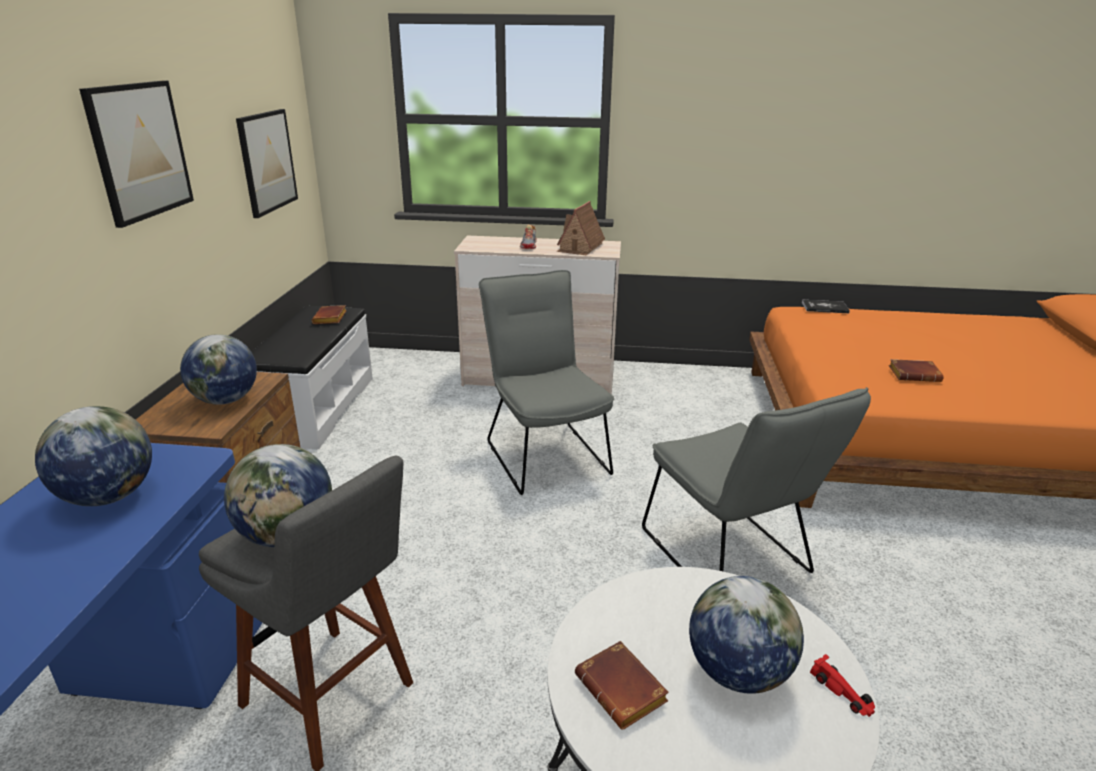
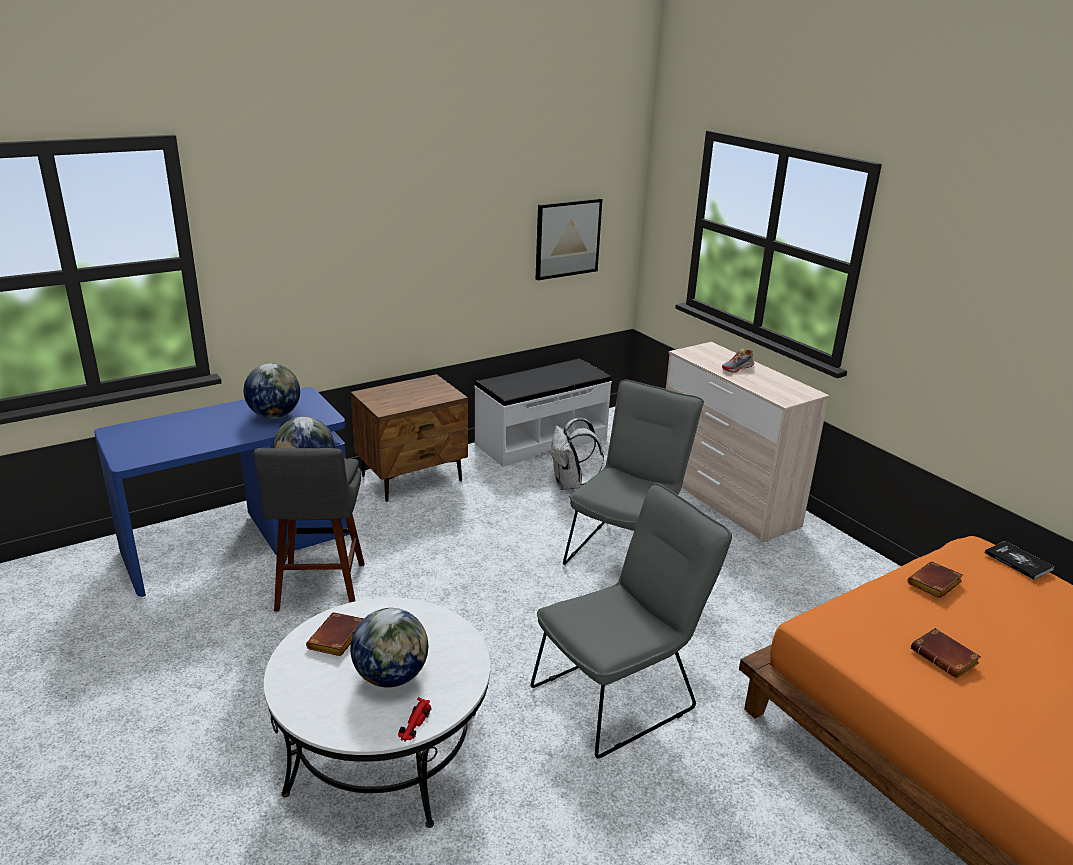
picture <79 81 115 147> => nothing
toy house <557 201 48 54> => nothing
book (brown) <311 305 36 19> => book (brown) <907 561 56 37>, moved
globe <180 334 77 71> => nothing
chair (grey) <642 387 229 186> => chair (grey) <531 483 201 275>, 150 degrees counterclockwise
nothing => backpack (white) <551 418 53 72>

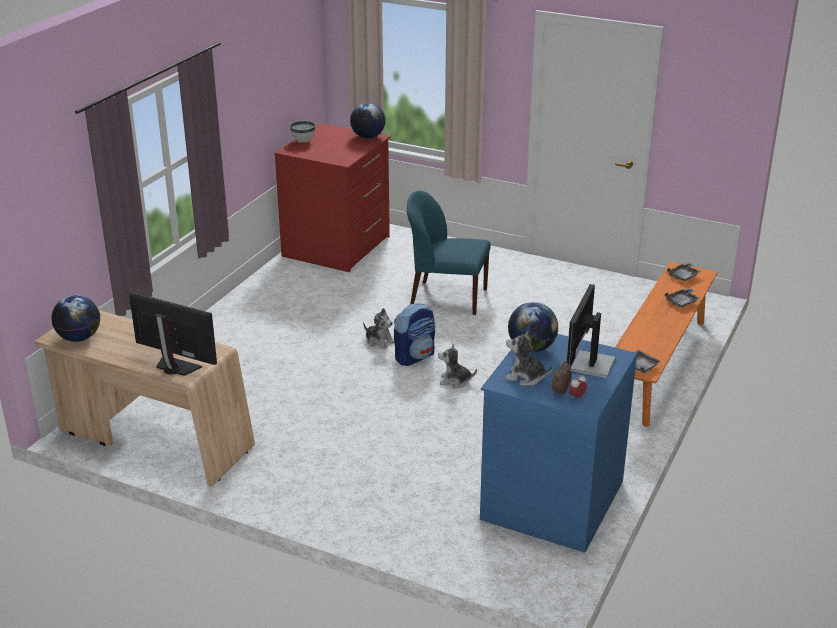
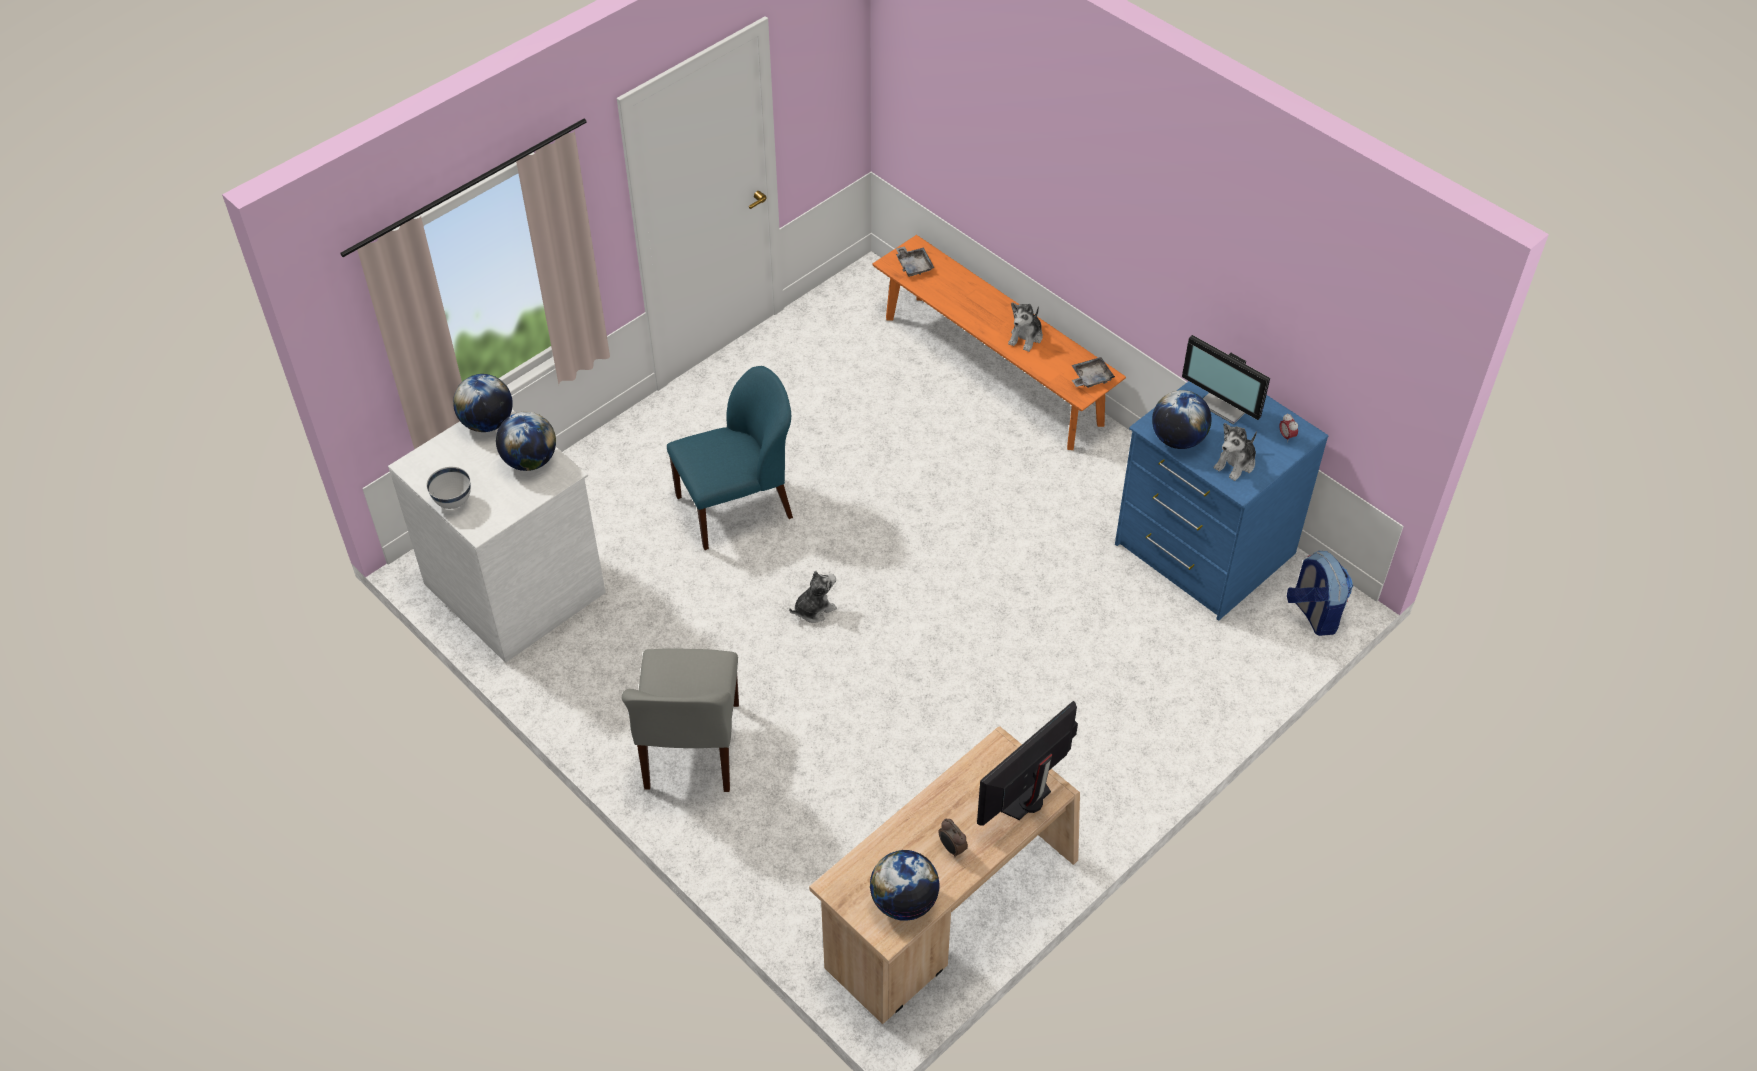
dresser (red) <274 123 116 149> => dresser (white) <388 409 218 254>
chair (blue) <407 191 84 124> => chair (blue) <667 366 126 184>, 150 degrees counterclockwise
tray (grey) <665 288 35 20> => nothing
backpack <394 303 41 63> => backpack <1287 551 66 85>, moved
plush toy <438 344 39 44> => plush toy <1008 303 35 49>, moved
alarm clock <552 361 20 35> => alarm clock <939 819 29 39>, moved
nothing => globe <496 411 60 60>
nothing => chair (grey) <622 648 117 144>

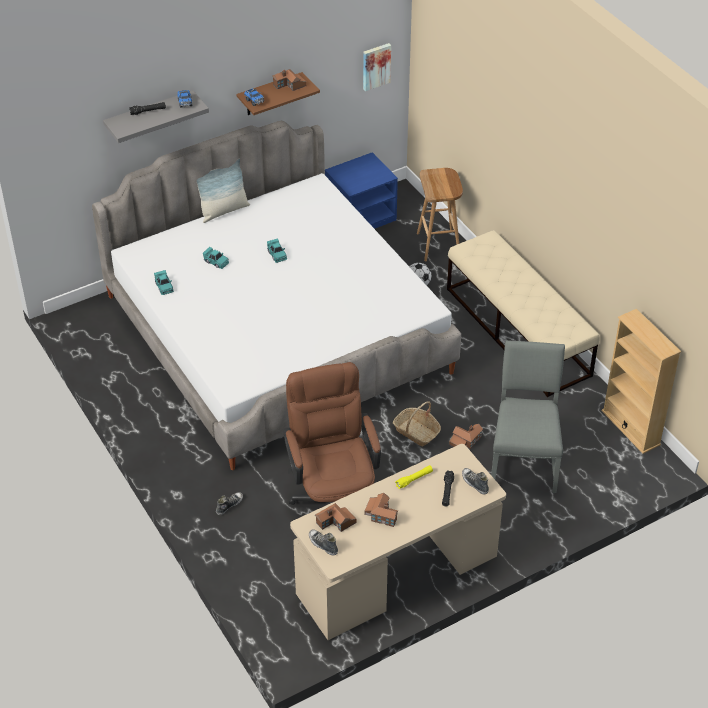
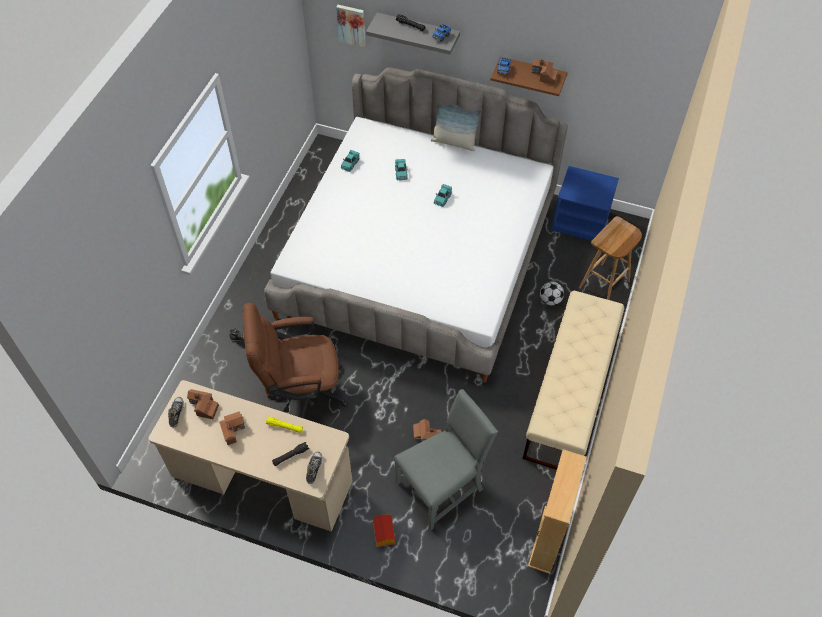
picture <363 43 28 48> => picture <336 5 30 42>, moved
office chair (brown) <283 362 98 143> => office chair (brown) <243 302 105 117>, 135 degrees counterclockwise
basket <393 401 48 45> => nothing
nothing => toy house <373 514 23 33>

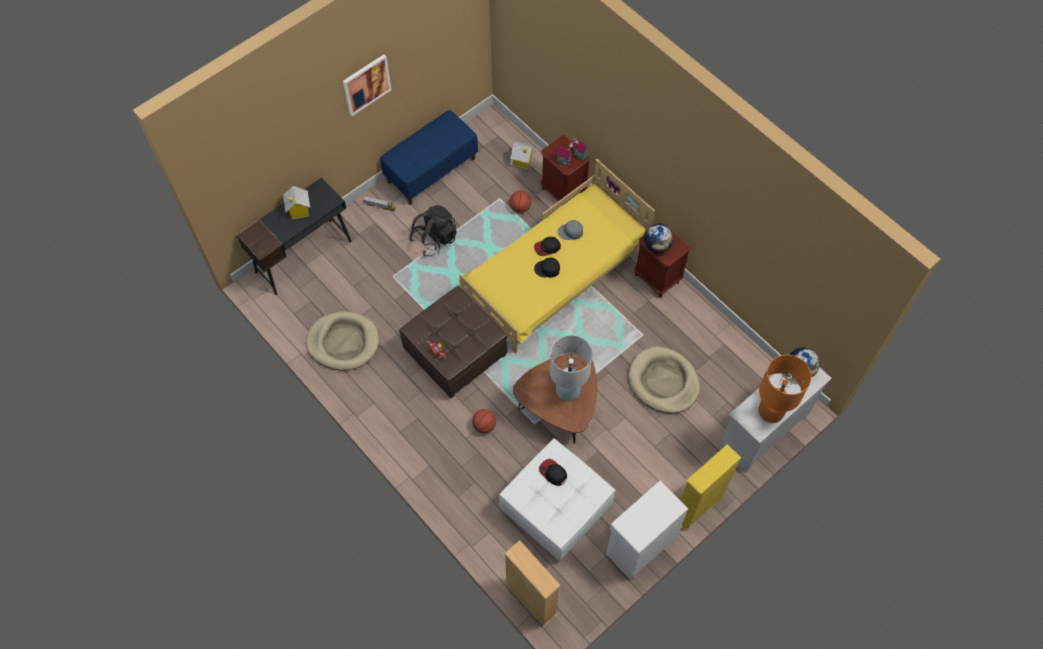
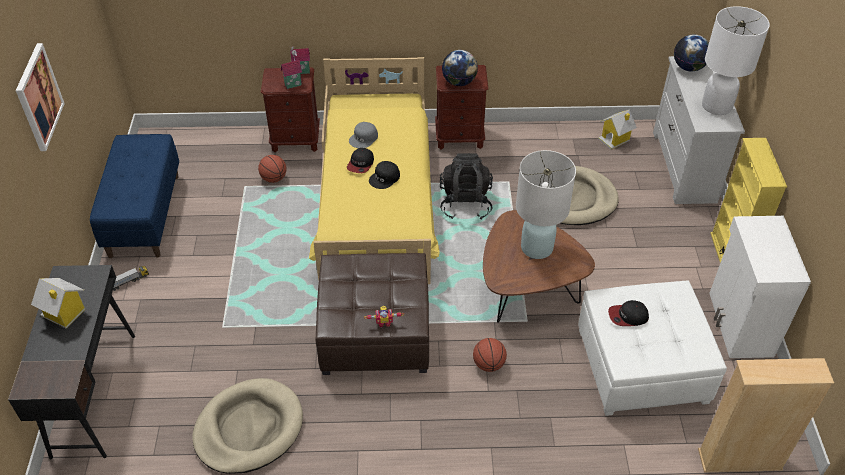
toy house <509 141 26 28> => toy house <598 109 39 41>, moved
backpack (black) <410 205 47 52> => backpack (black) <440 153 53 66>, moved
table lamp (orange) <758 355 54 68> => table lamp (white) <702 6 68 109>

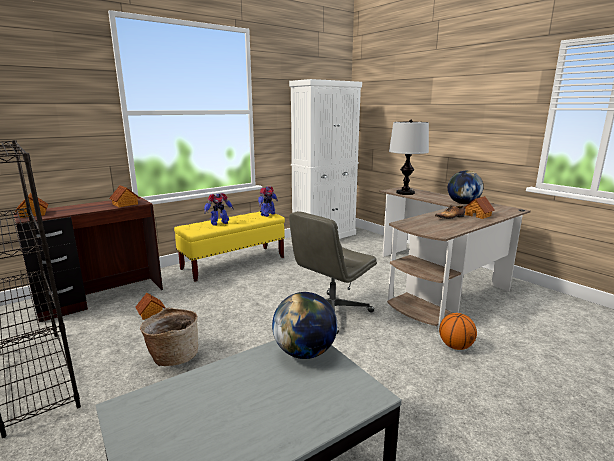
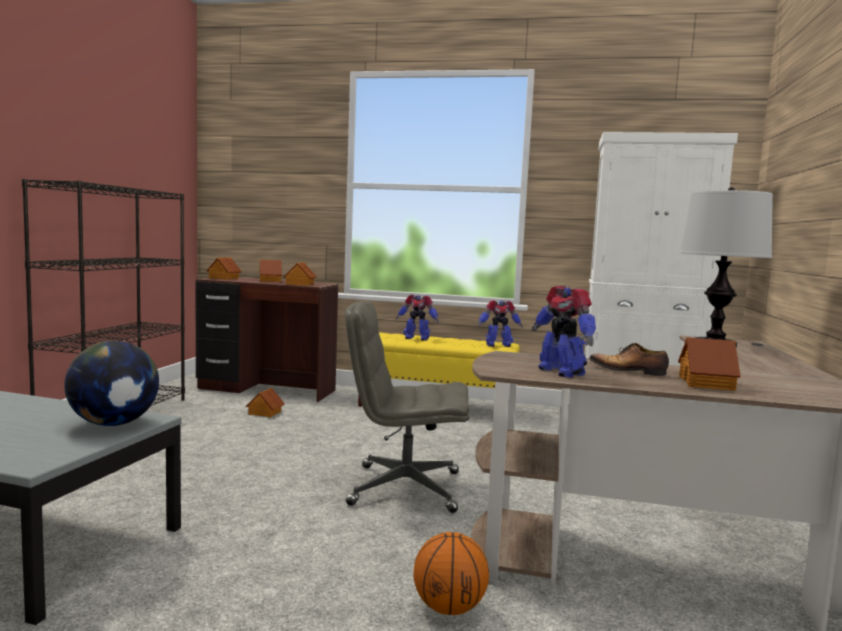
globe <448 171 35 33> => nothing
basket <140 307 58 59> => nothing
nothing => toy house <260 260 22 22>
nothing => toy robot <532 286 64 91>

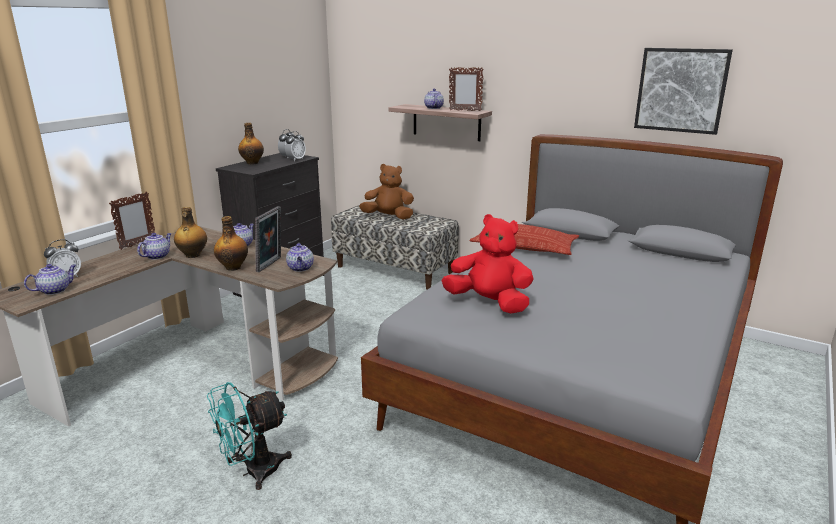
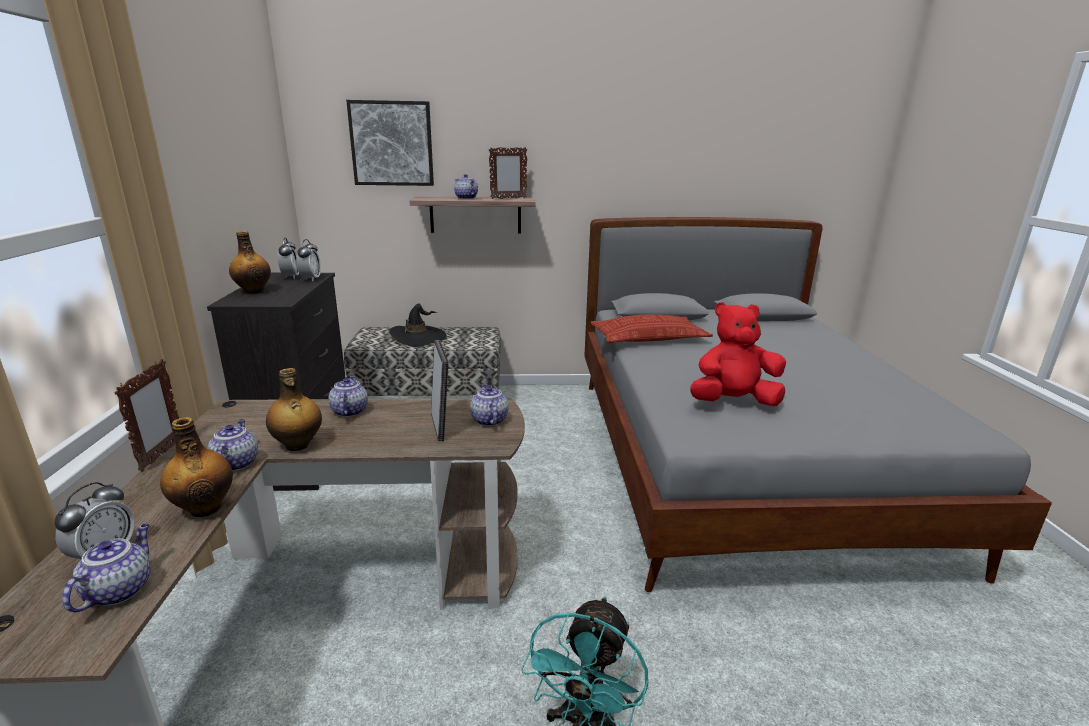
picture <634 48 99 87> => picture <346 100 88 86>, moved
plush toy (brown) <359 164 55 55> => hat (black) <389 303 58 44>
bottle <214 216 34 55> => bottle <160 417 73 100>, moved
teapot <286 243 28 29> => teapot <470 384 39 42>, 150 degrees counterclockwise

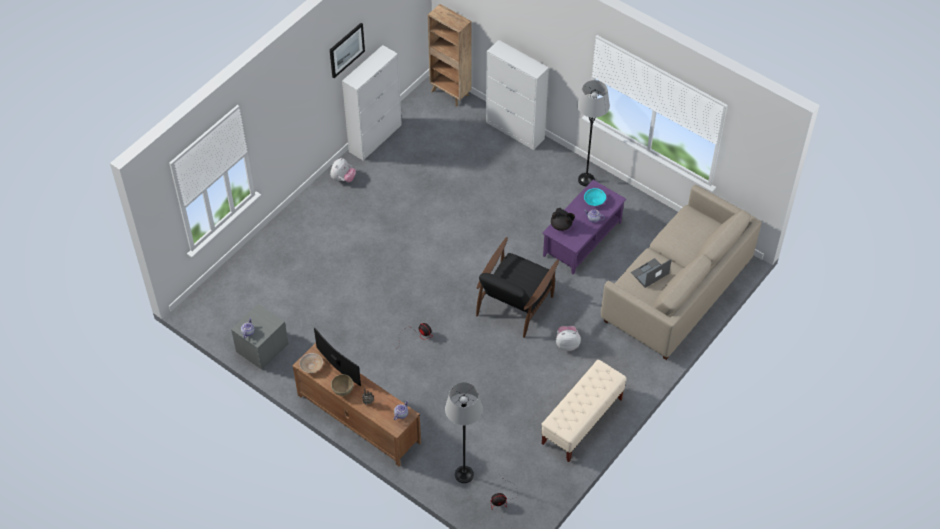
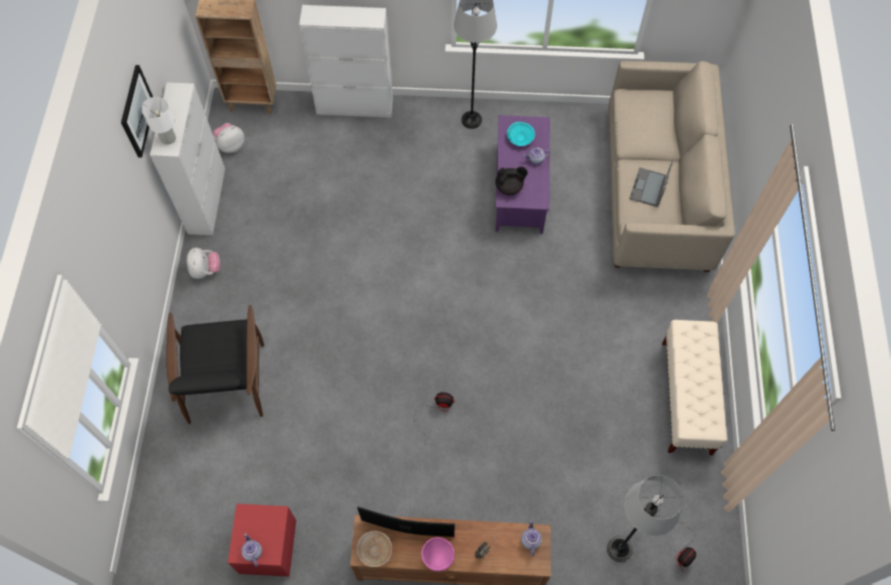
armchair (black) <476 237 83 101> => armchair (black) <166 305 98 119>, moved
nightstand (grey) <231 304 58 66> => nightstand (red) <228 504 68 73>
plush toy <556 326 25 25> => plush toy <213 123 31 30>, moved
bowl (brown) <331 374 23 22> => bowl (pink) <421 537 34 34>
nothing => table lamp (white) <141 97 35 48>

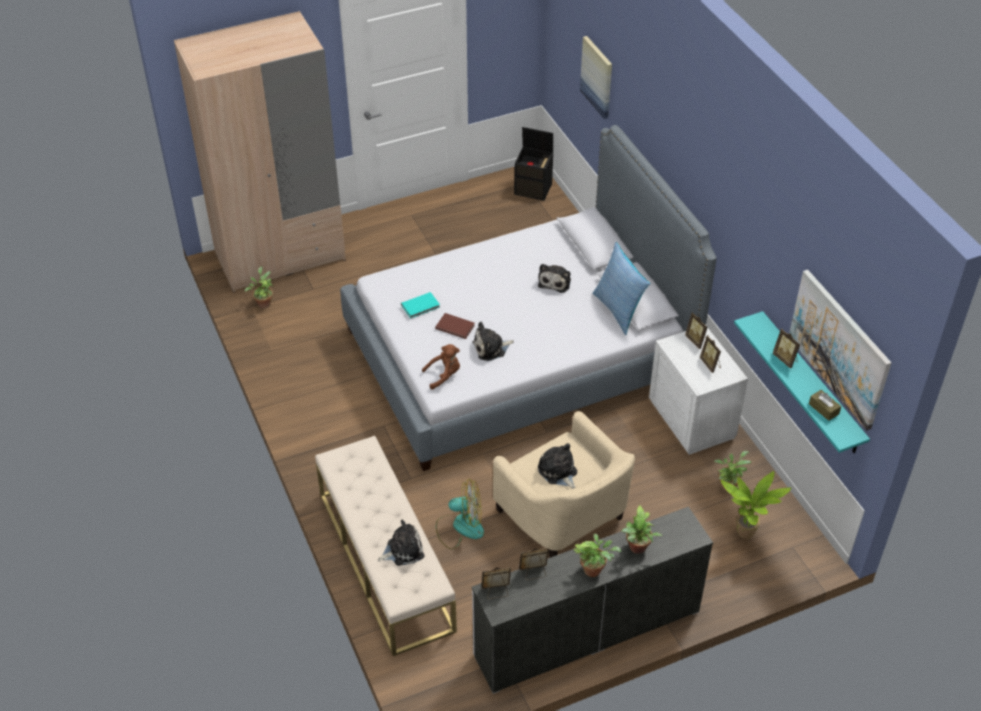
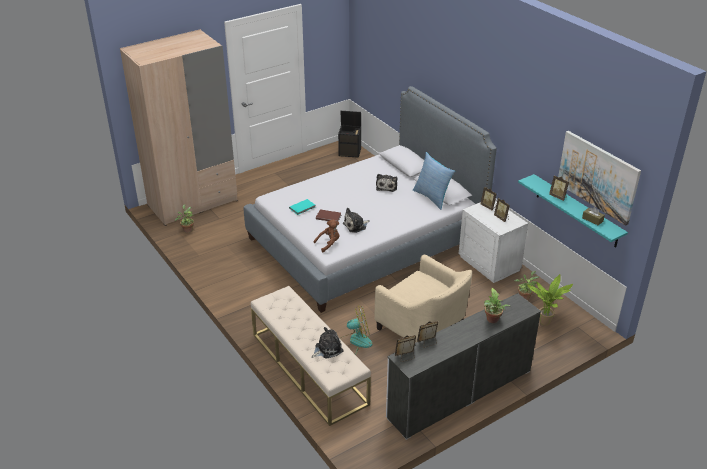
picture <580 36 32 83> => nothing
plush toy <538 443 39 46> => nothing
potted plant <573 534 49 43> => nothing

